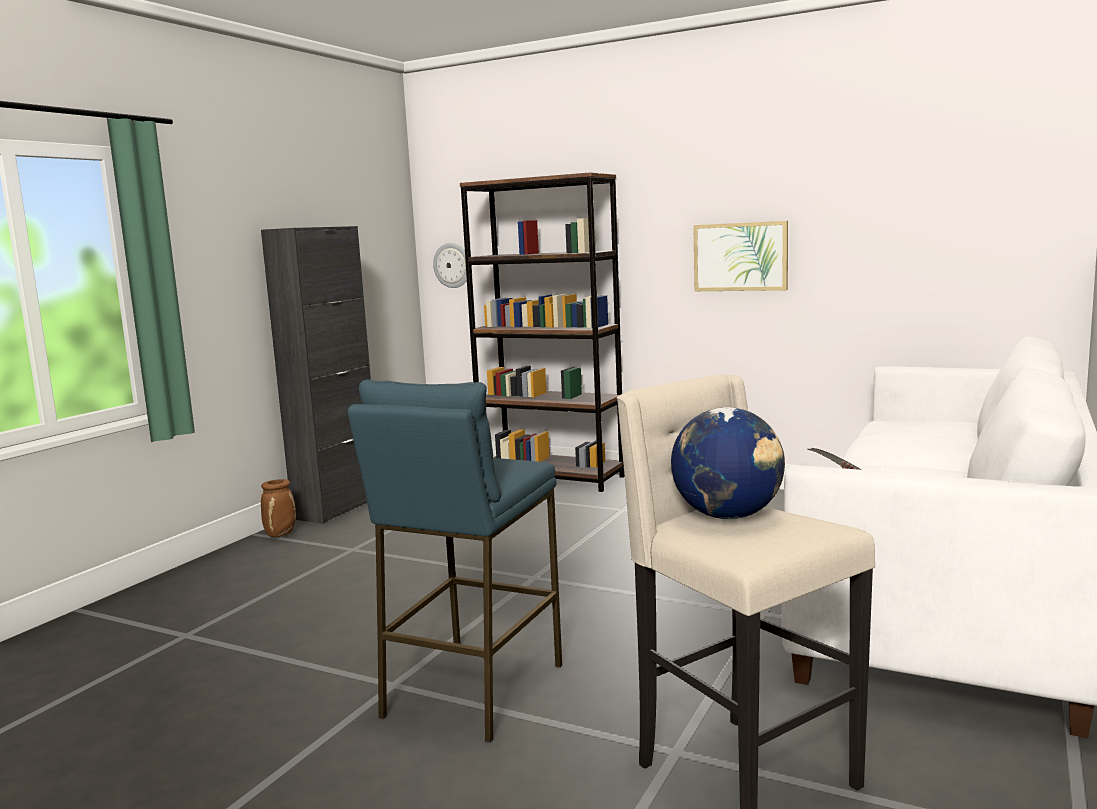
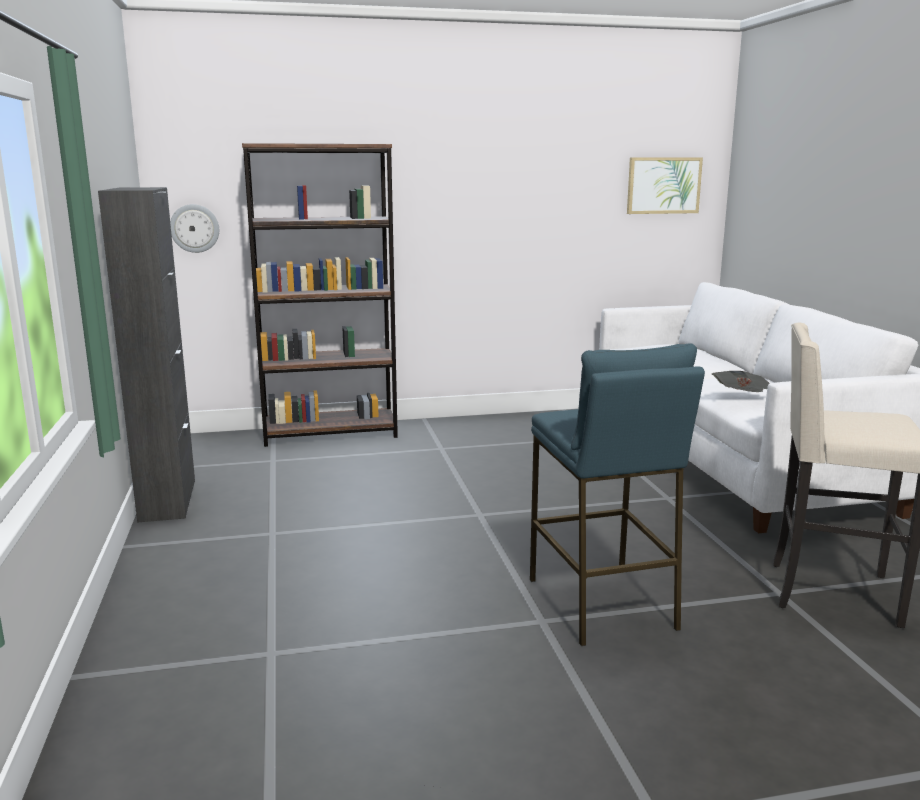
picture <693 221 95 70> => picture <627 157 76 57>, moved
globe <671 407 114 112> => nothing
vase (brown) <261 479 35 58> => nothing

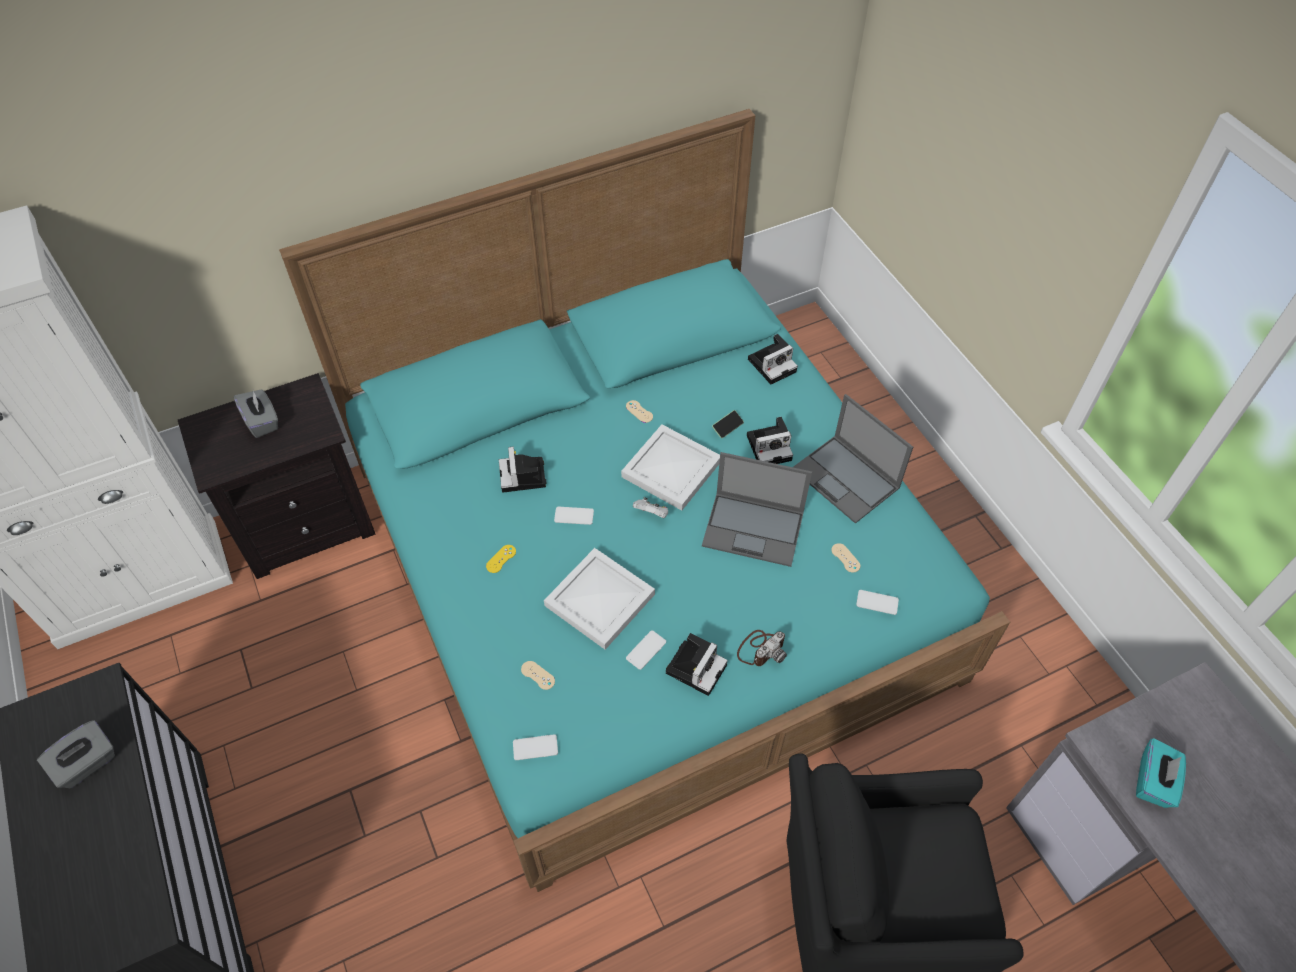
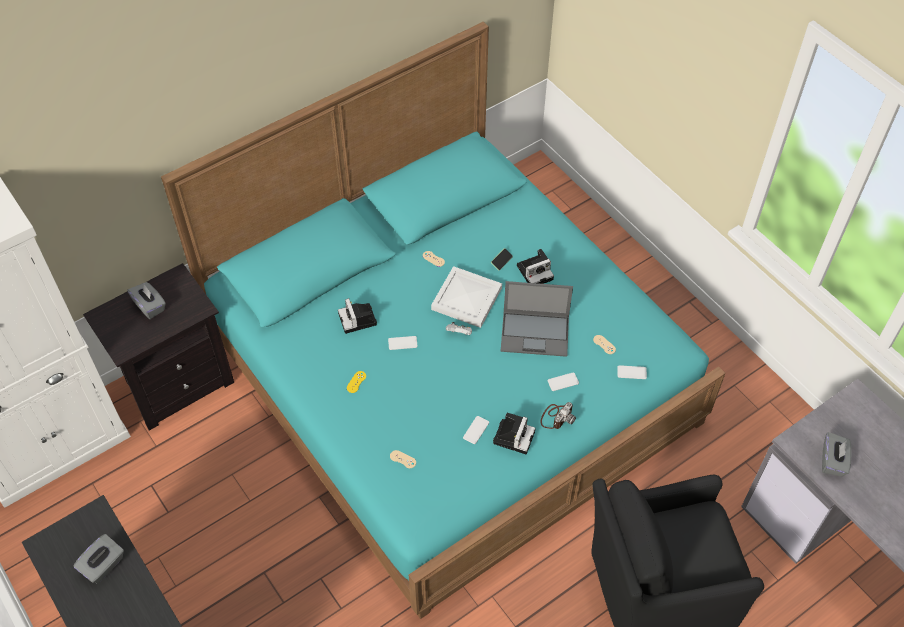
photo camera <748 334 50 51> => nothing
laptop <793 394 120 130> => nothing
tray (white) <544 548 111 102> => nothing
phone <513 734 45 26> => phone <548 372 31 19>, moved
tissue box (turquoise) <1136 738 50 70> => tissue box (grey) <822 432 29 45>

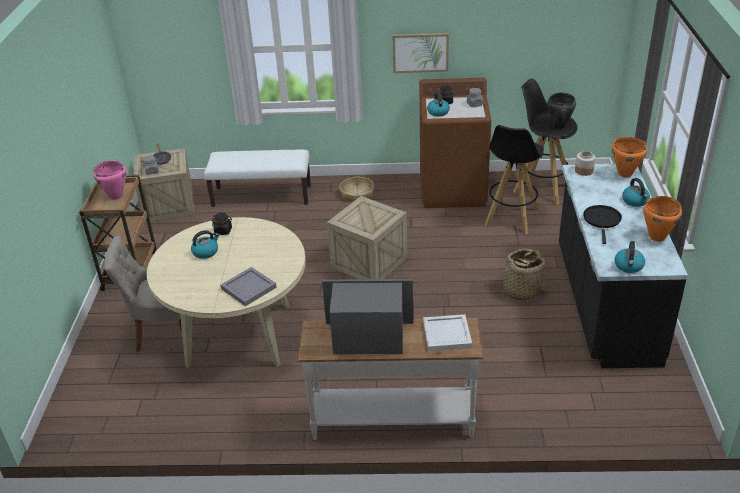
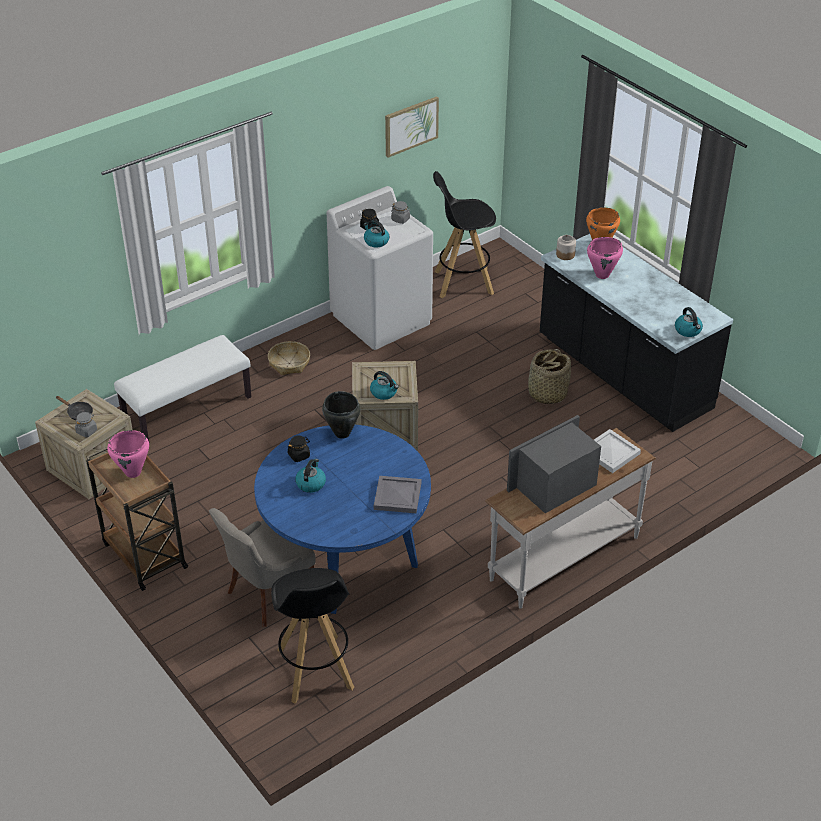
picture <392 33 57 40> => picture <385 96 54 61>, moved
washing machine (brown) <420 78 72 130> => washing machine (white) <327 186 106 164>
cooking pot (black) <547 93 29 36> => cooking pot (black) <322 391 38 48>, moved
stool (black) <484 125 60 110> => stool (black) <271 568 83 136>, moved
kettle <622 178 28 29> => kettle <370 371 29 29>, moved
cooking pot (orange) <643 196 39 46> => nothing
frying pan (black) <583 205 39 39> => nothing
dining table (beige) <147 217 159 151> => dining table (blue) <254 425 177 189>
nothing => cooking pot (pink) <587 237 36 42>

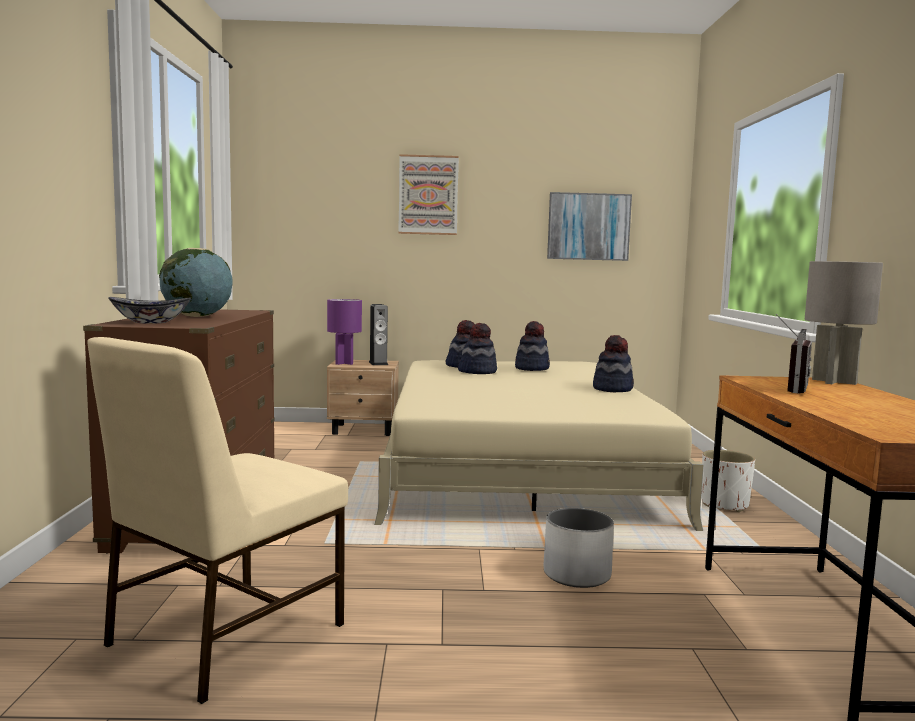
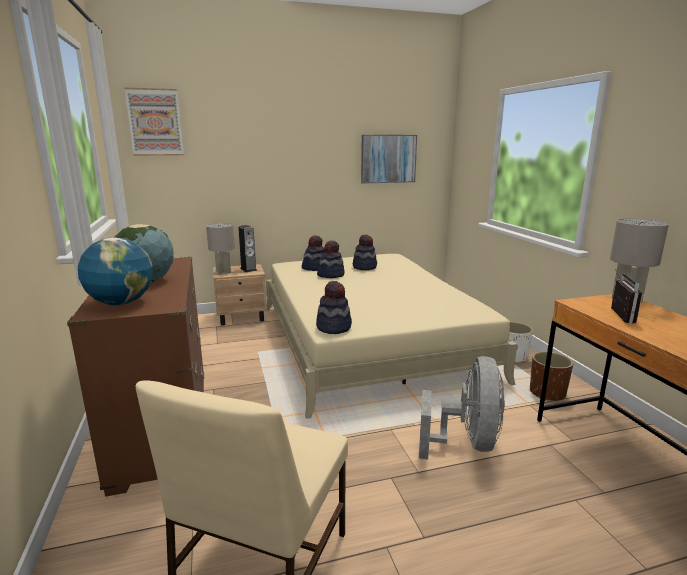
picture <398 154 61 81> => picture <124 87 60 69>, moved
bowl <108 297 83 27> => globe <78 238 75 67>
table lamp (purple) <327 299 35 66> => table lamp (grey) <206 223 29 51>
hat <593 335 41 57> => hat <316 281 36 53>, moved
planter (white) <544 508 70 80> => fan (grey) <419 356 86 104>
nothing => planter (brown) <530 351 43 50>

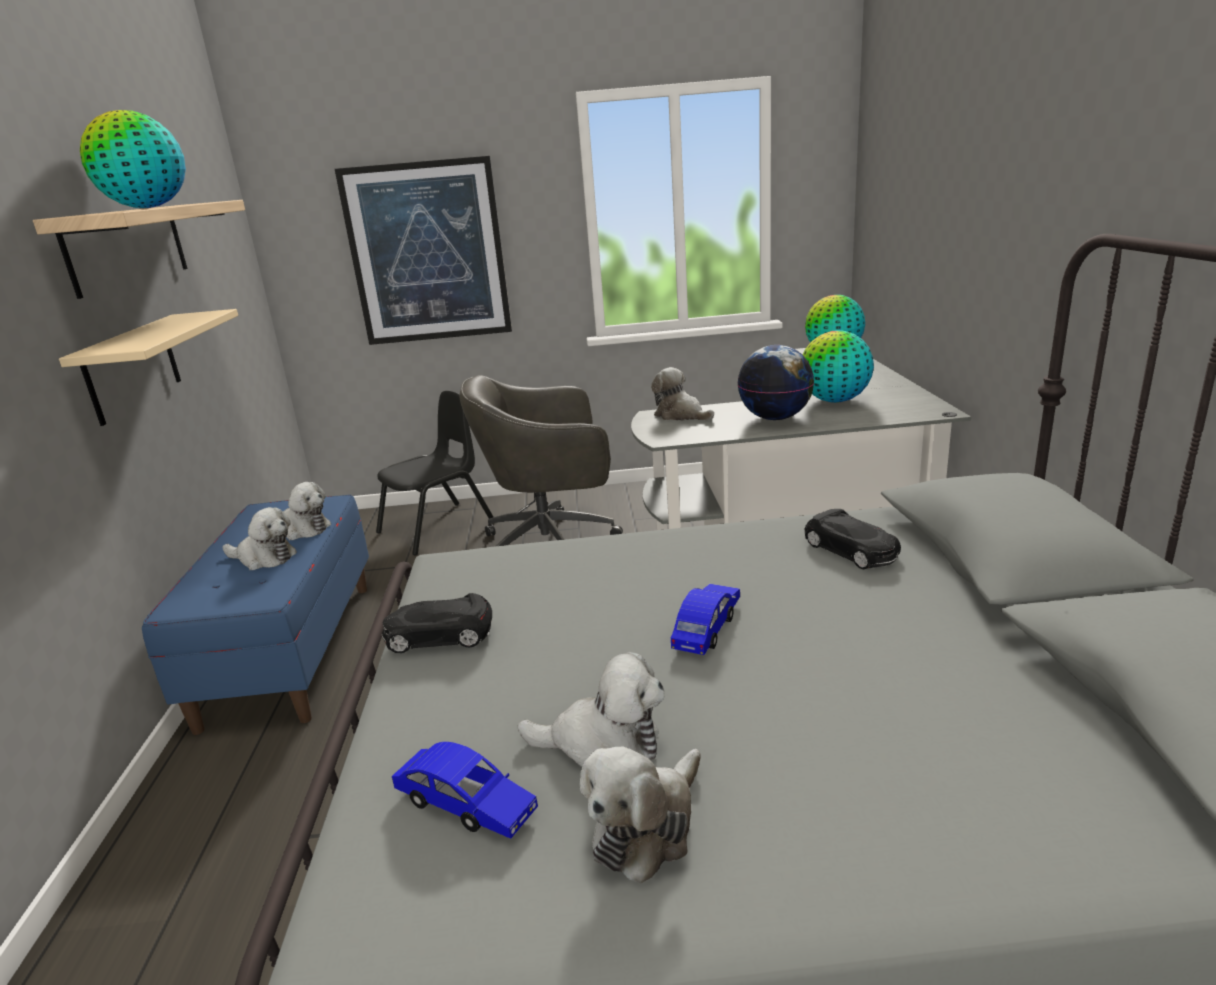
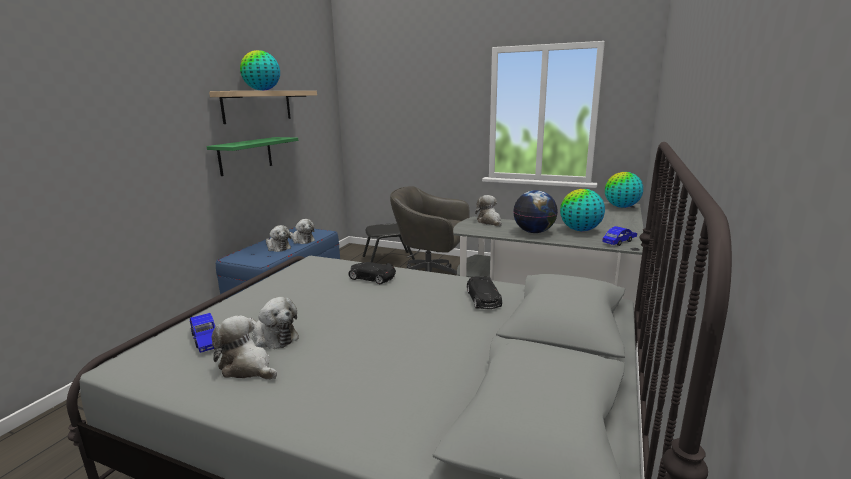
picture <335 156 177 189> => nothing
shelf (beige) <59 309 179 117> => shelf (green) <207 137 91 39>
toy car (blue) <671 584 69 71> => toy car (blue) <602 226 35 20>, moved
toy car (black) <382 593 110 60> => toy car (black) <349 262 47 22>, moved
plush toy <580 747 121 137> => plush toy <212 315 65 65>, 60 degrees clockwise

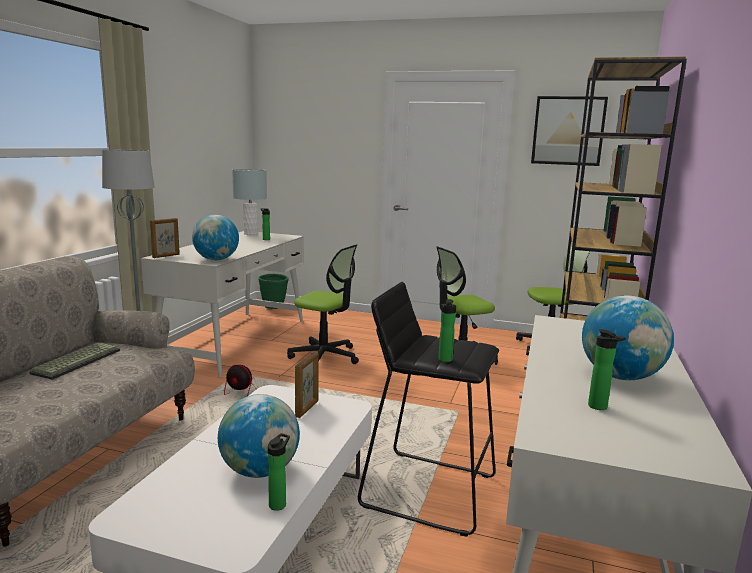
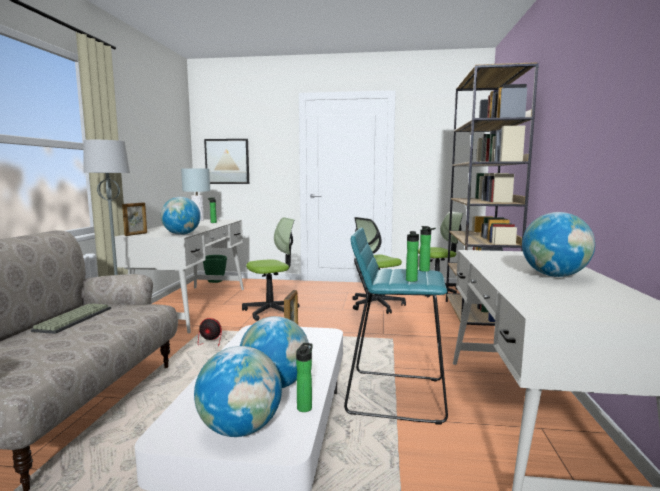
picture <531 96 77 70> => picture <204 139 45 45>, moved
office chair <287 244 72 120> => office chair <242 217 58 104>, 45 degrees counterclockwise
stool (black) <358 282 141 255> => stool (turquoise) <344 227 104 198>
bottle <588 329 38 81> => bottle <419 226 17 46>, moved
nothing => globe <194 346 88 91>

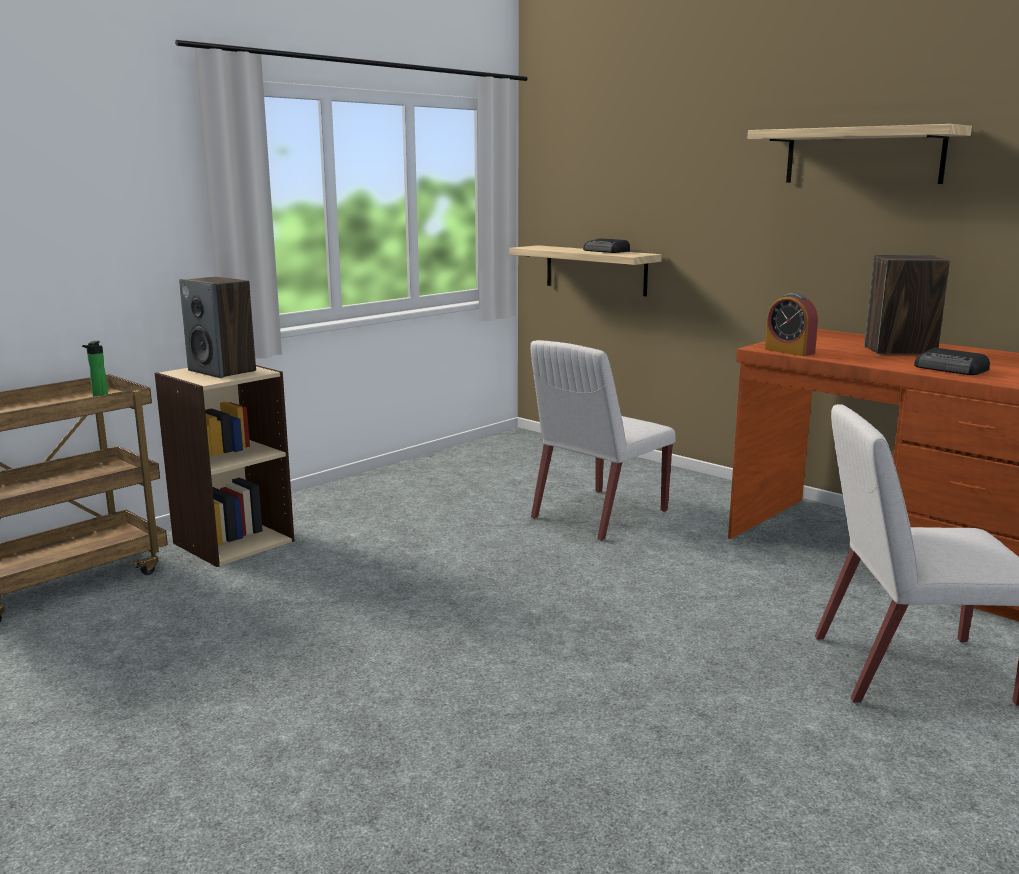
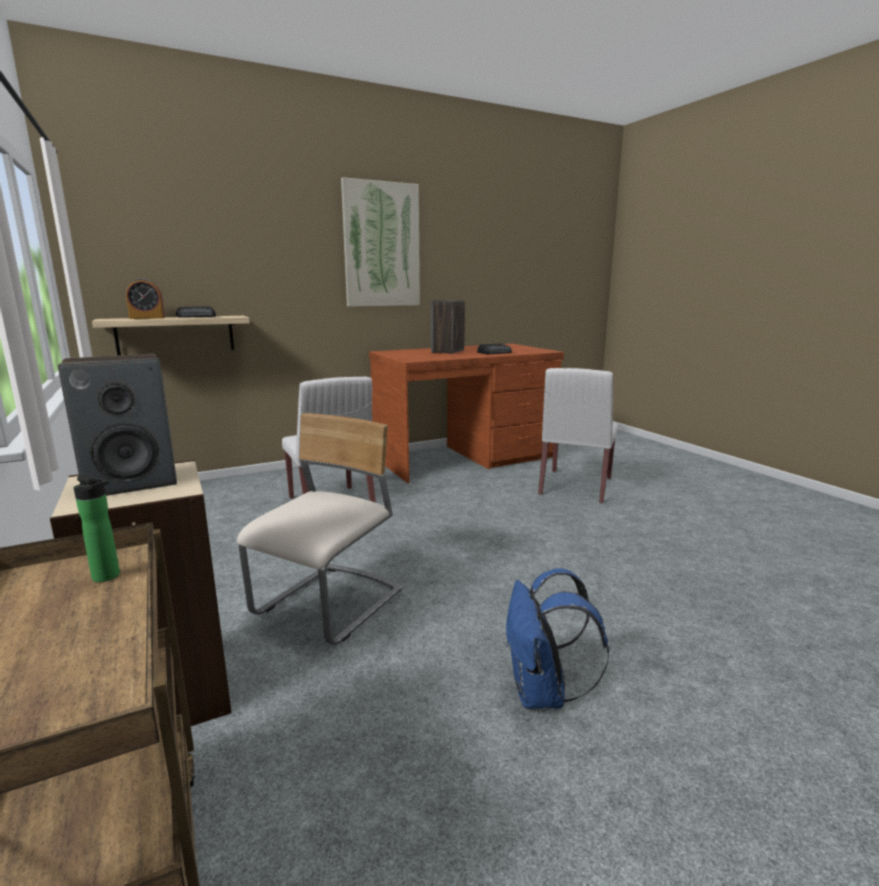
shelf <747 124 225 60> => picture <341 177 79 130>
alarm clock <765 293 53 63> => alarm clock <126 278 39 41>, moved
nothing => chair (beige) <237 413 165 232>
nothing => backpack (blue) <506 568 103 141>

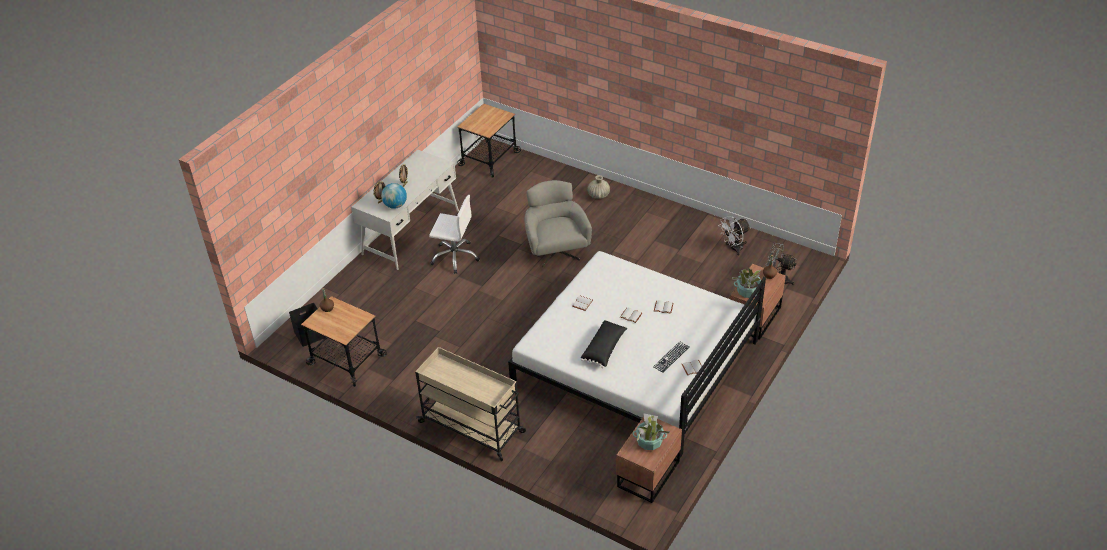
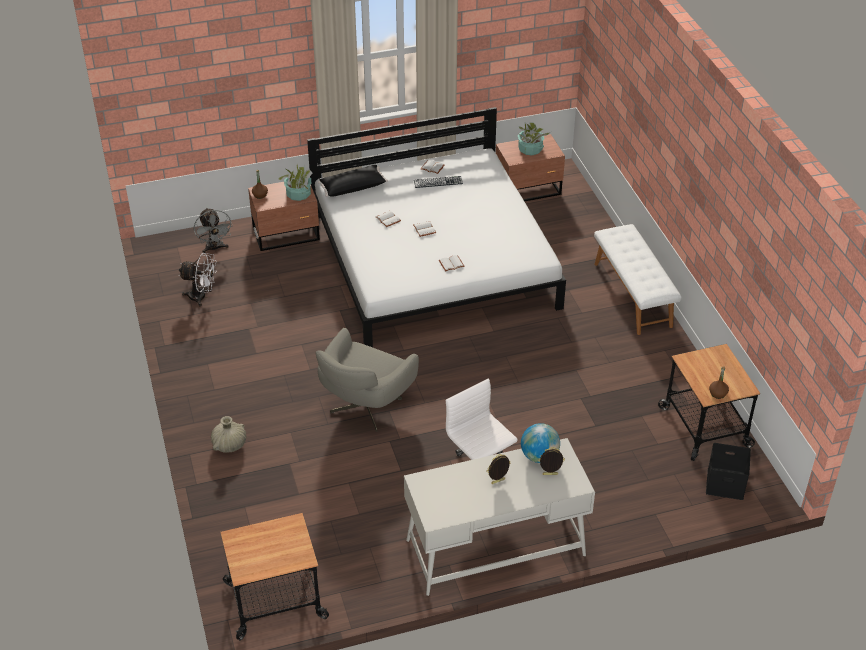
pillow (black) <581 320 47 48> => pillow (black) <318 165 70 32>, moved
cart (beige) <415 347 111 114> => bench (white) <594 224 88 111>

